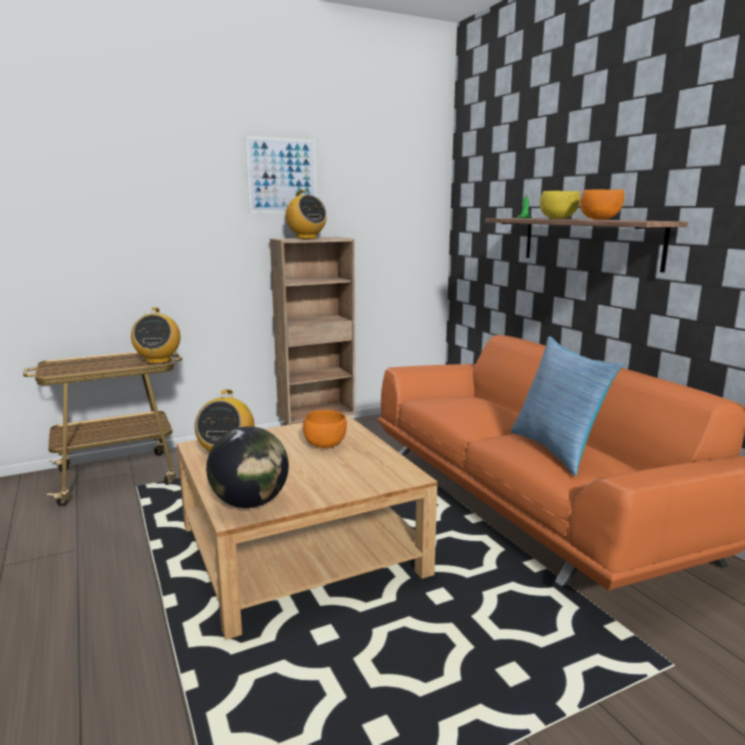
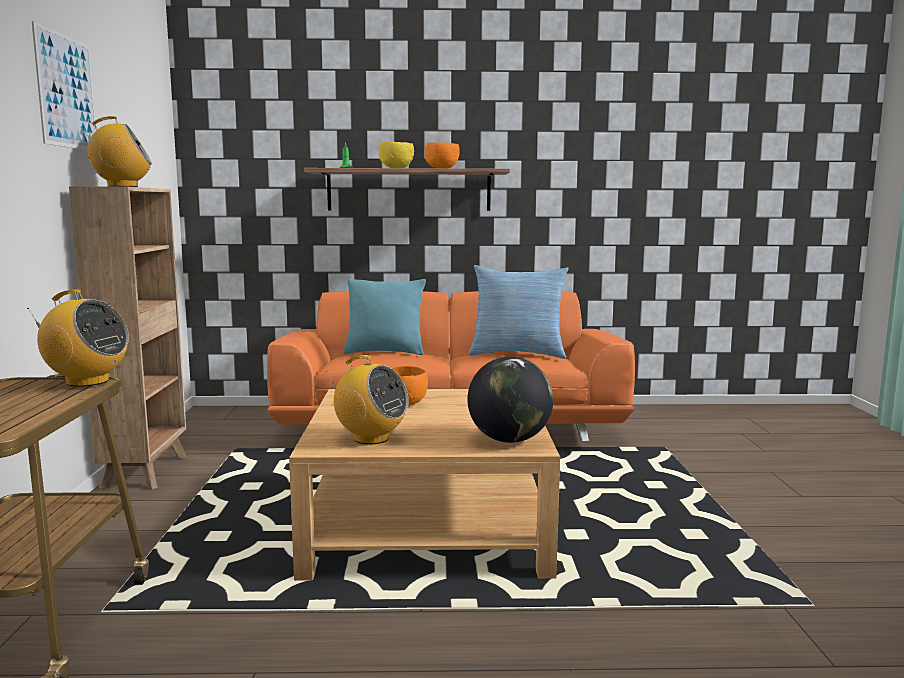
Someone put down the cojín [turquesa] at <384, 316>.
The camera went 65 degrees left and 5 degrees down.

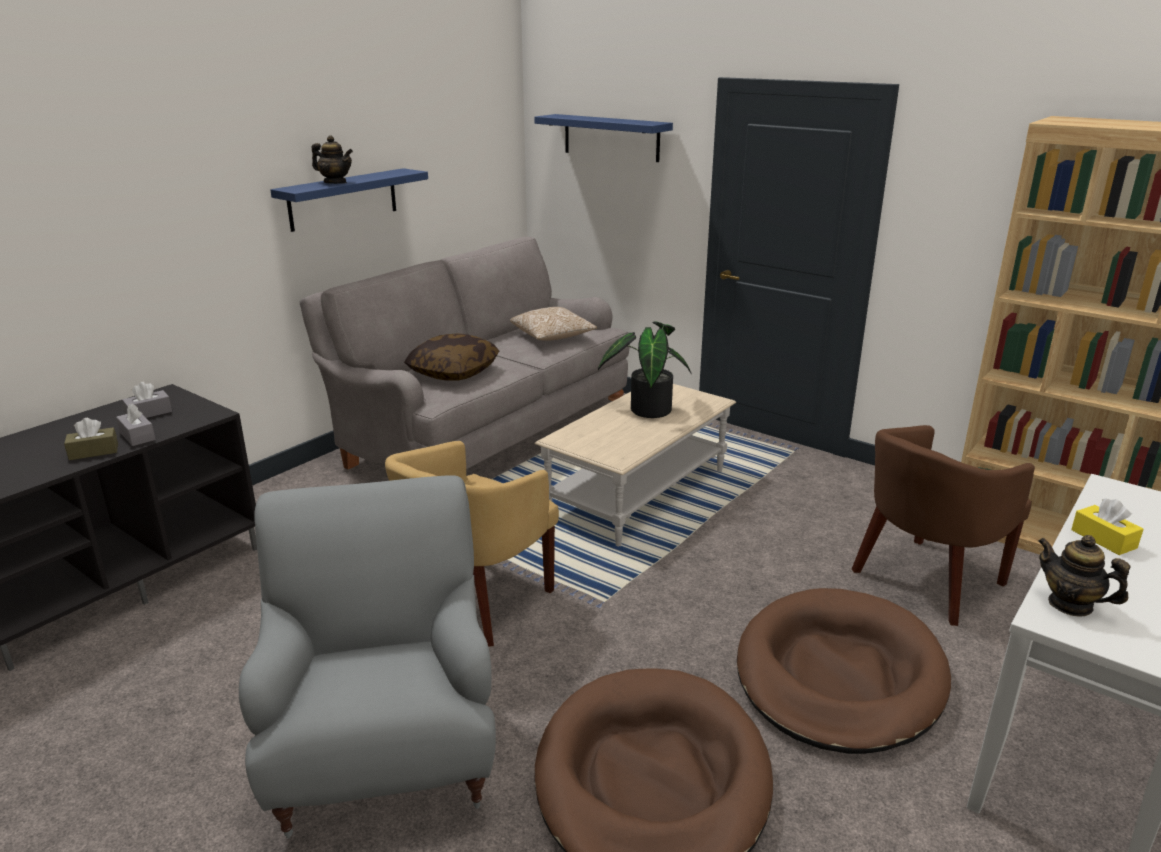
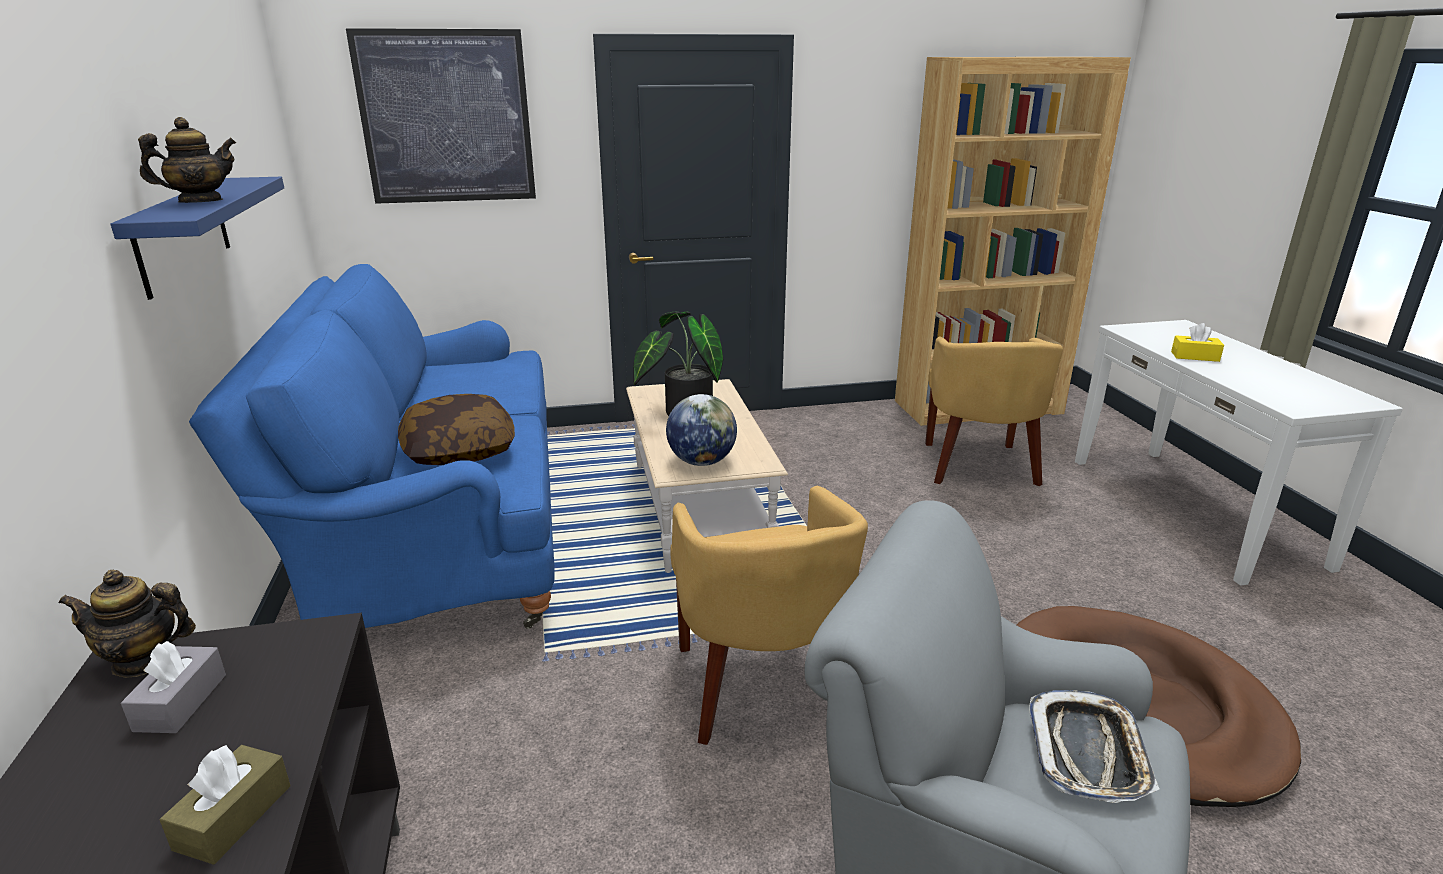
Someone swapped the estante [azul] at <603, 138> for the cuadro at <441, 116>.
Someone repainted the sofá [gris] at <465, 353>, which became the sofá [azul] at <372, 446>.
Someone took away the cojín at <553, 324>.
Someone took away the caja de pañuelos [gris] at <136, 425>.
Someone repainted the sillón [marrón] at <943, 525>, which became the sillón [amarillo] at <994, 411>.
Someone carried the tetera from <1084, 576> to <127, 624>.
Someone took away the cama para perro [marrón] at <844, 671>.
Someone put down the globo terráqueo at <701, 430>.
Someone put down the bandeja at <1094, 746>.
The camera went 50 degrees left and 0 degrees up.

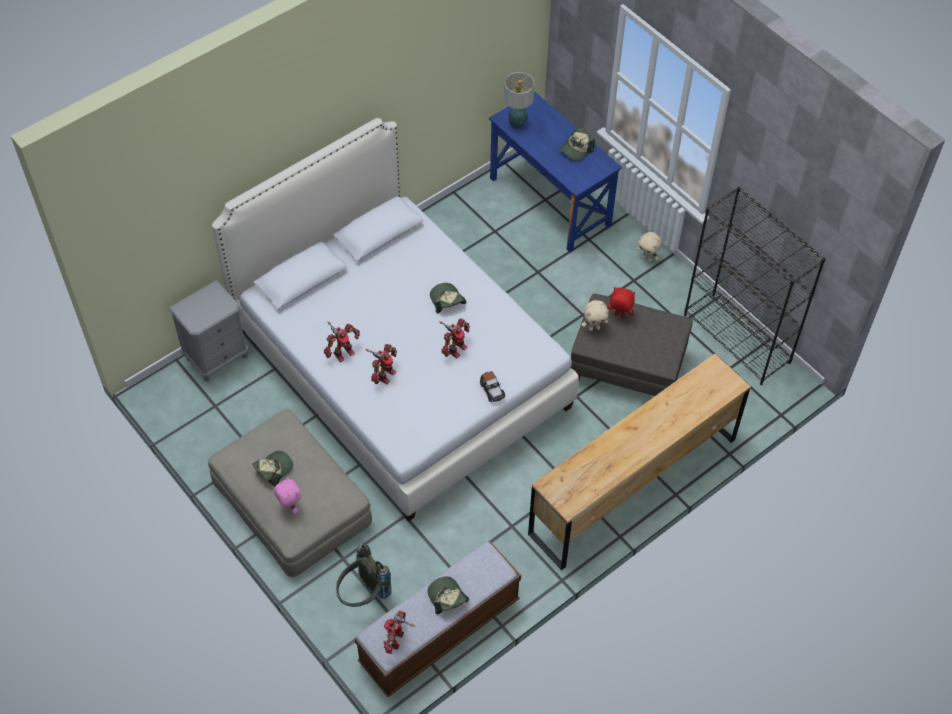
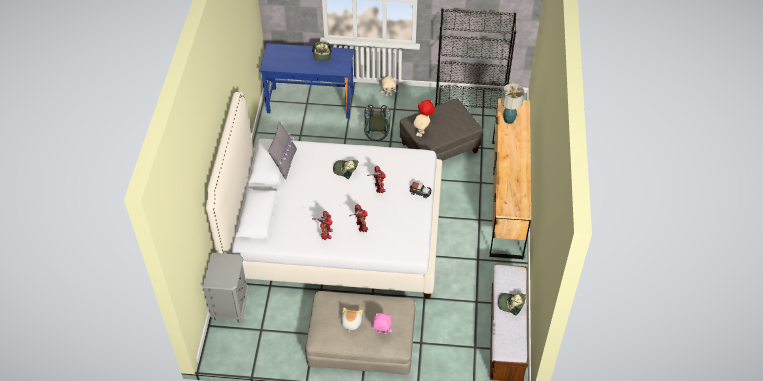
Someone carried the lámpara de mesa from <519, 100> to <512, 104>.
Someone swapped the gorra at <272, 468> for the peluche at <352, 319>.
Someone carried the mochila [gris] from <364, 575> to <377, 122>.
Someone took away the robot de juguete at <399, 632>.
Someone put down the cojín [gris] at <282, 150>.
The camera went 45 degrees left and 5 degrees down.

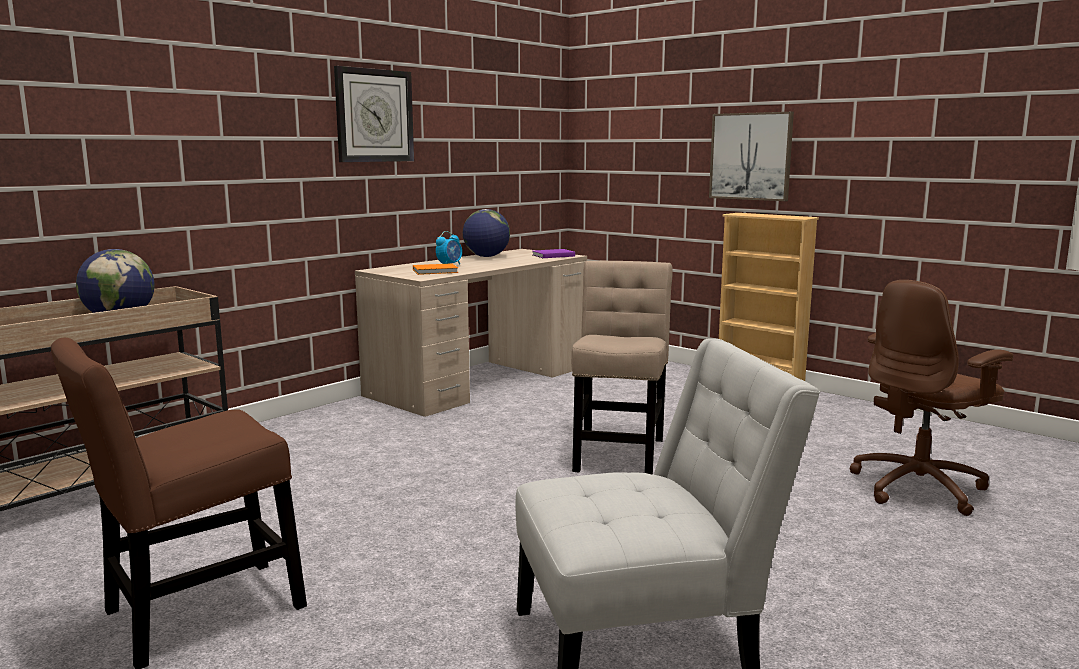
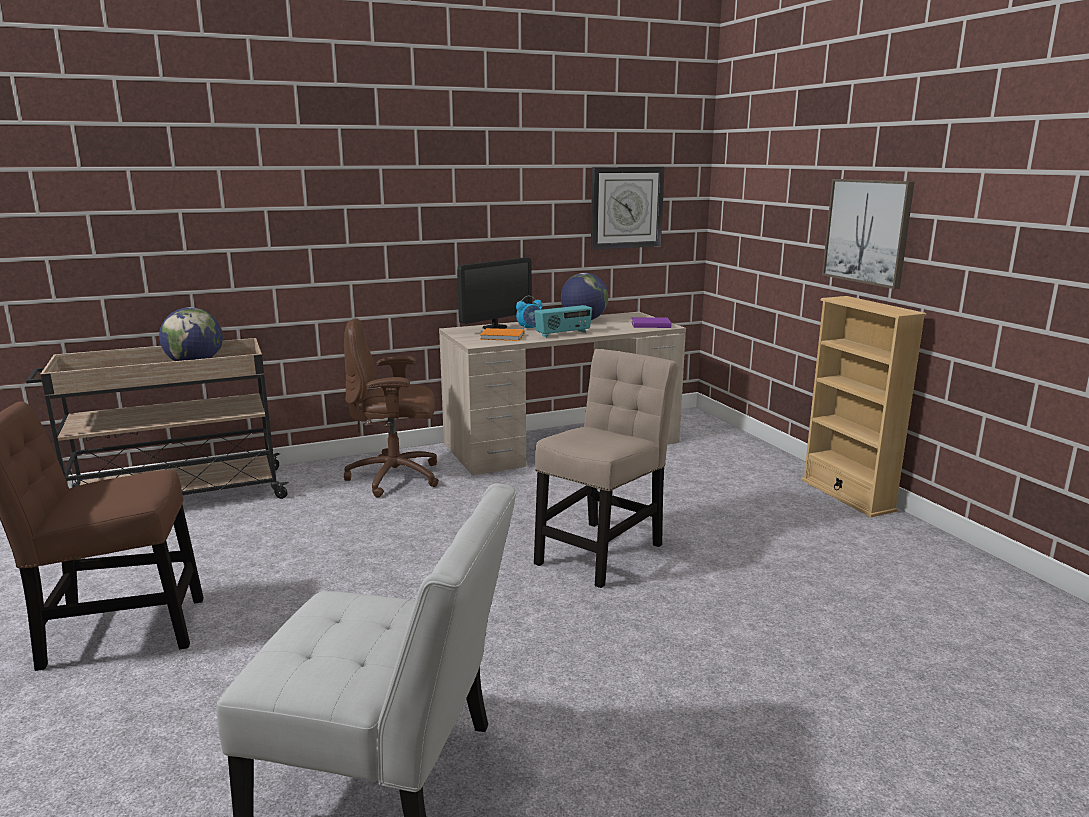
Someone carried the reloj de pared from <374, 114> to <628, 208>.
Someone carried the silla de oficina [marrón] from <931, 398> to <391, 408>.
Someone put down the monitor at <494, 293>.
Someone put down the radio at <563, 321>.
The camera went 25 degrees right and 5 degrees up.

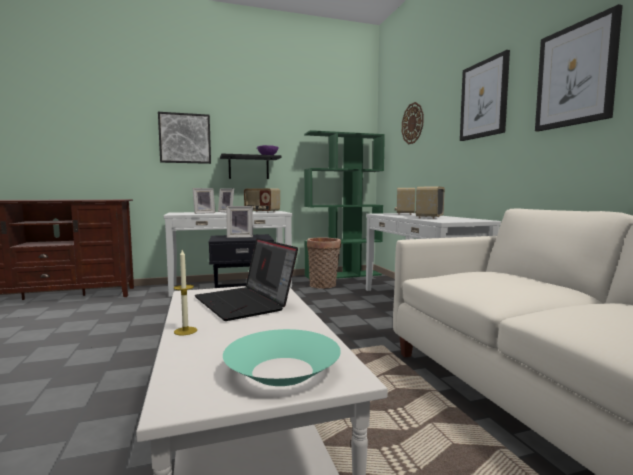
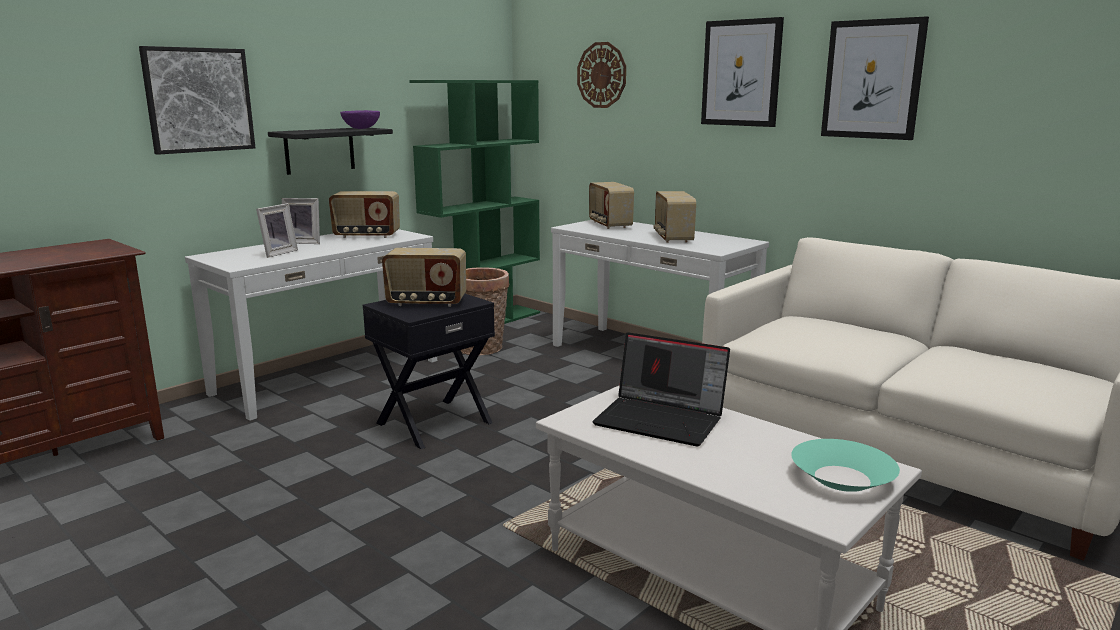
Someone swapped the portarretratos at <239, 222> for the radio at <424, 277>.
Someone took away the vela at <185, 292>.
The camera went 30 degrees left and 10 degrees up.

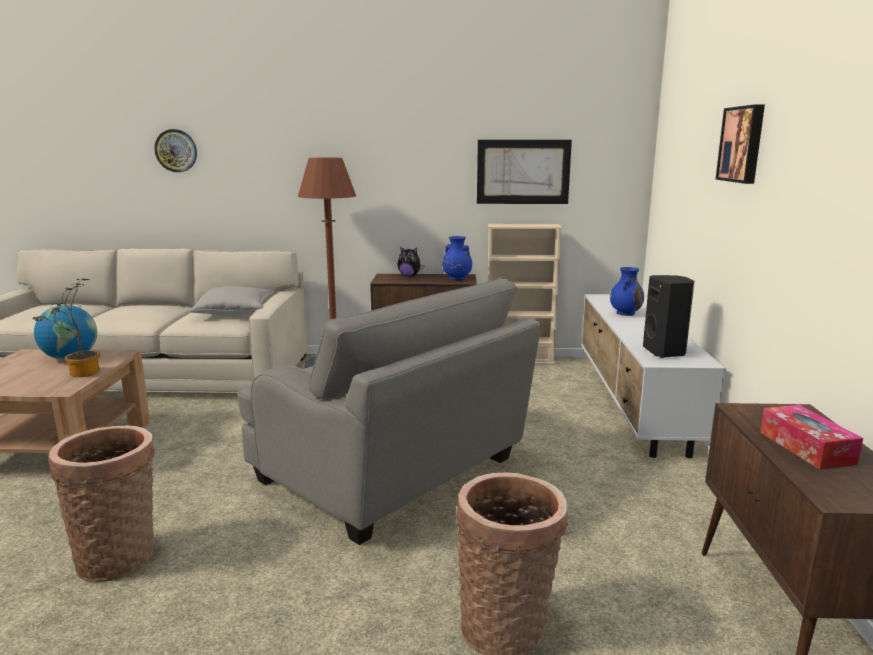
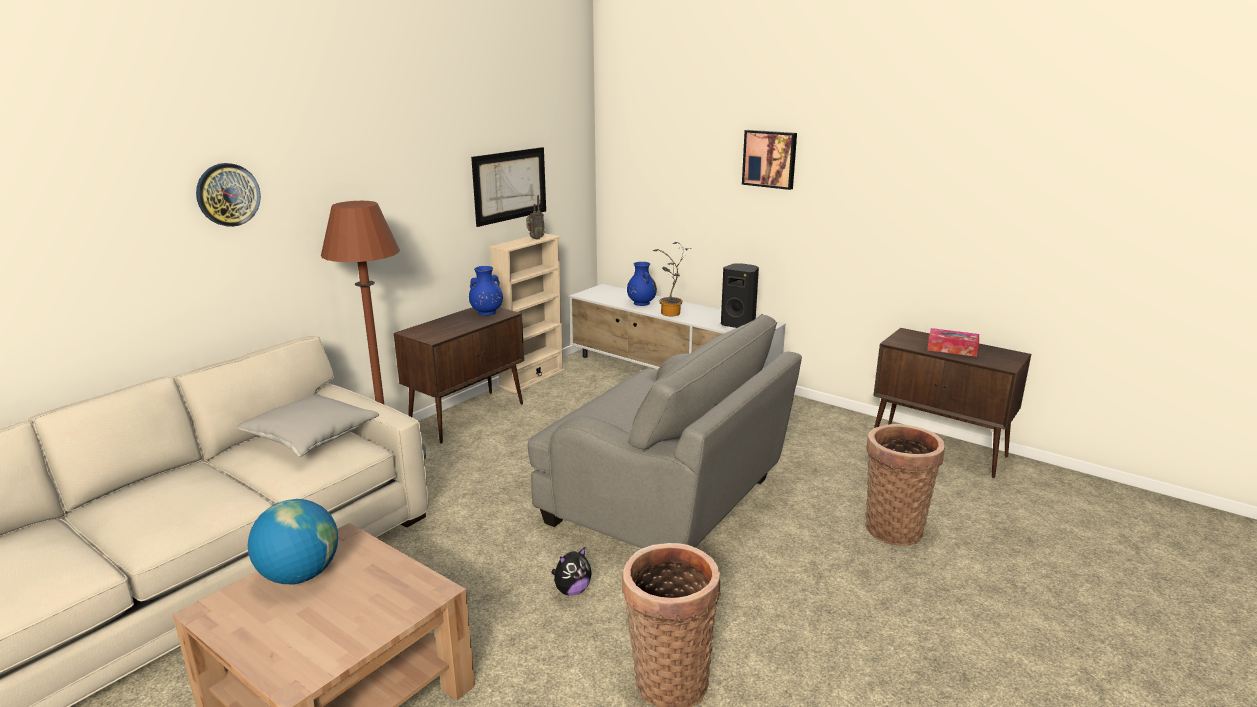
Someone carried the reloj de pared from <175, 150> to <228, 195>.
Someone carried the peluche from <411, 261> to <571, 571>.
Someone carried the planta en maceta from <66, 327> to <671, 279>.
Someone rotated the sillón [gris] at <389, 411> by 45 degrees clockwise.
Someone put down the radio at <535, 217>.
The camera went 55 degrees left and 5 degrees up.

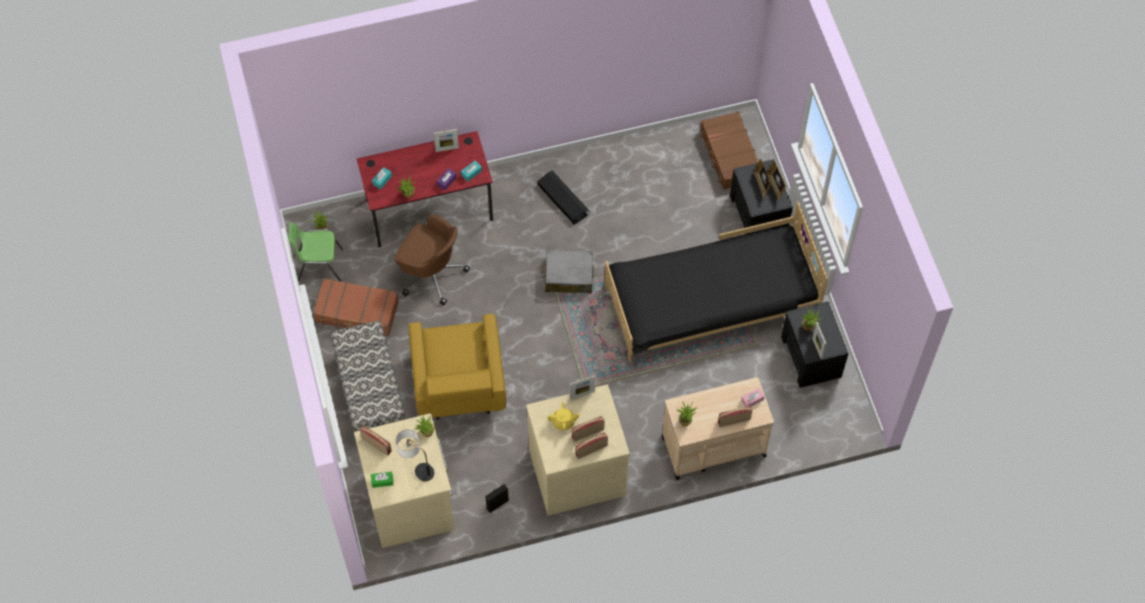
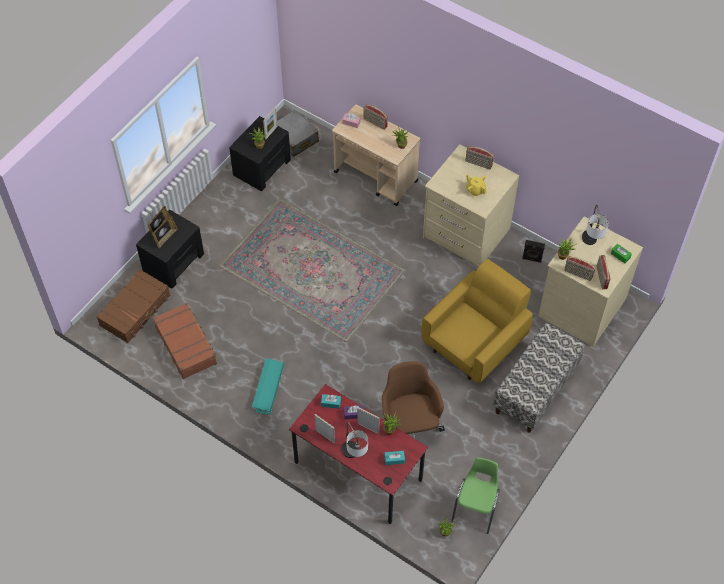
Someone repainted the caja de almacenaje [negro] at <563, 197>, which became the caja de almacenaje [turquesa] at <268, 387>.
Someone took away the cama [negro] at <716, 282>.
Someone rotated the silla [verde] at <316, 252> by 120 degrees counterclockwise.
Someone carried the maleta [gris] from <568, 271> to <298, 133>.
Someone carried the maleta [marrón] from <356, 307> to <185, 341>.
Someone carried the portarretratos from <582, 387> to <368, 420>.
Someone carried the radio from <588, 429> to <580, 268>.
Someone put down the lámpara de mesa at <355, 439>.
The camera went 130 degrees left and 5 degrees down.

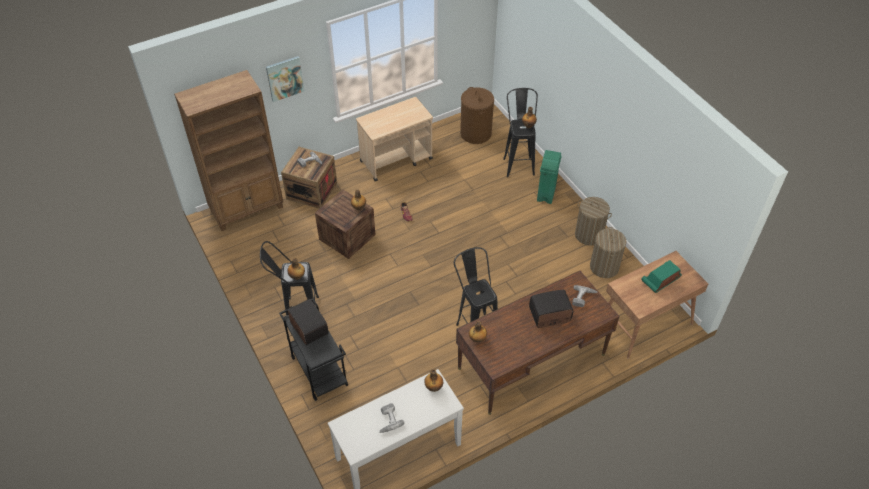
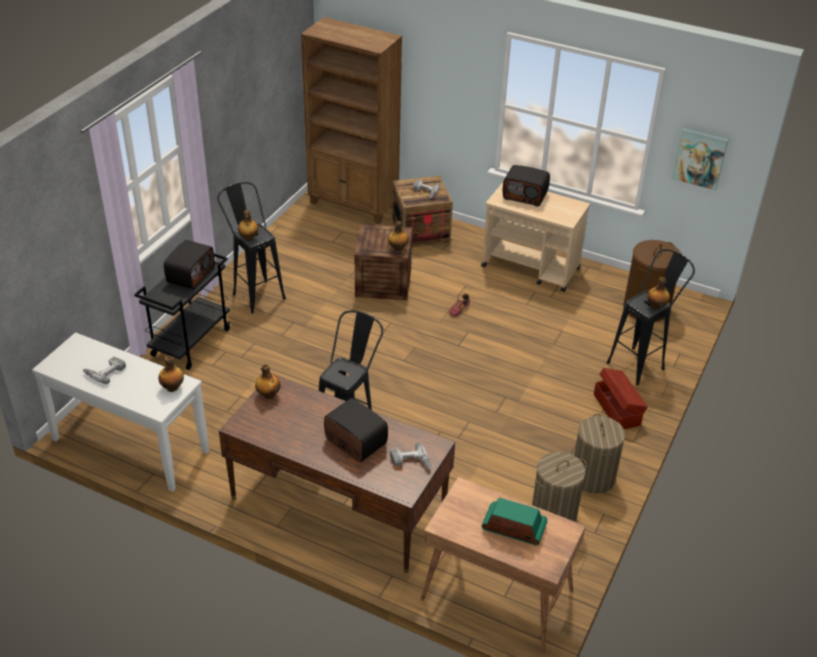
Someone carried the cuadro from <285, 79> to <700, 159>.
Someone swapped the papelera [verde] at <549, 177> for the caja de almacenaje [marrón] at <621, 398>.
Someone put down the radio at <526, 186>.
The camera went 55 degrees right and 10 degrees down.

